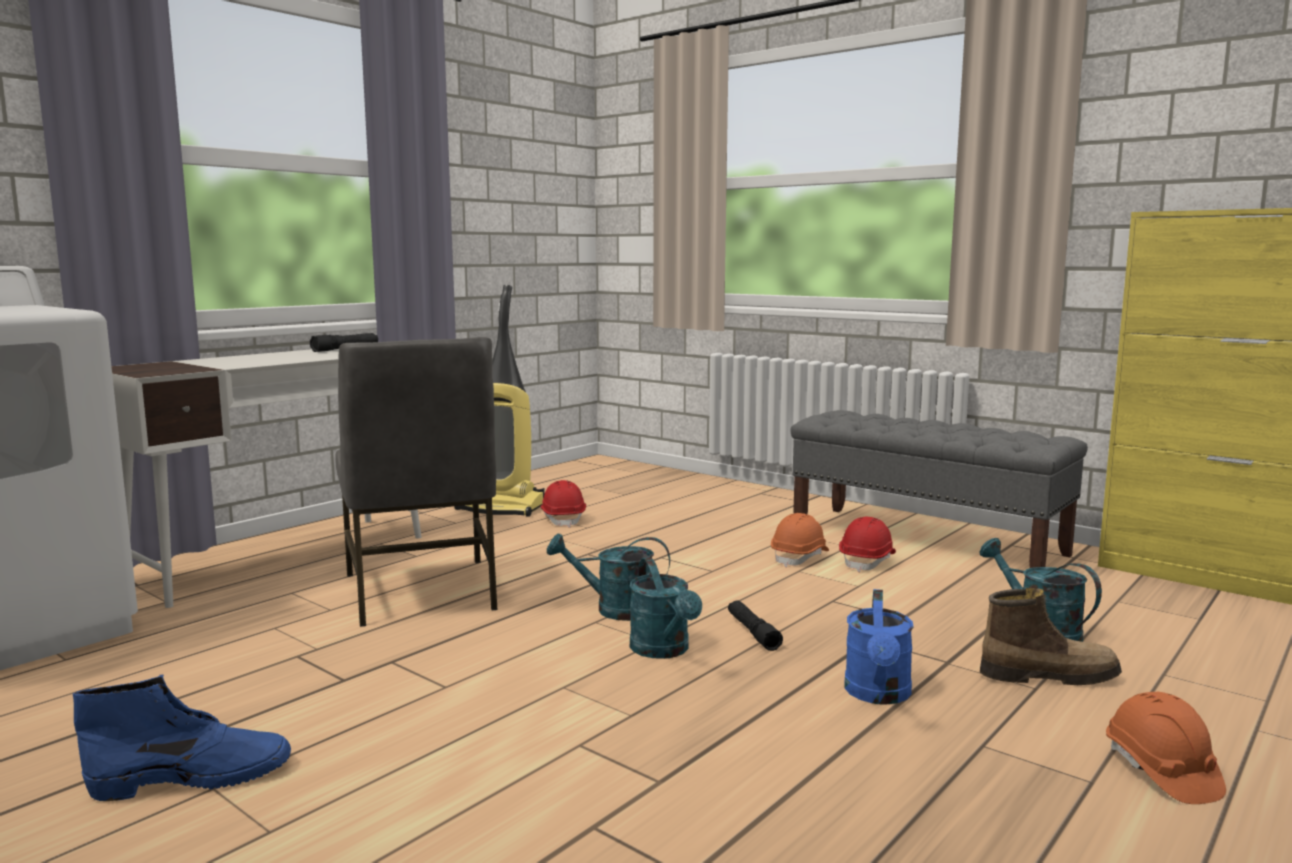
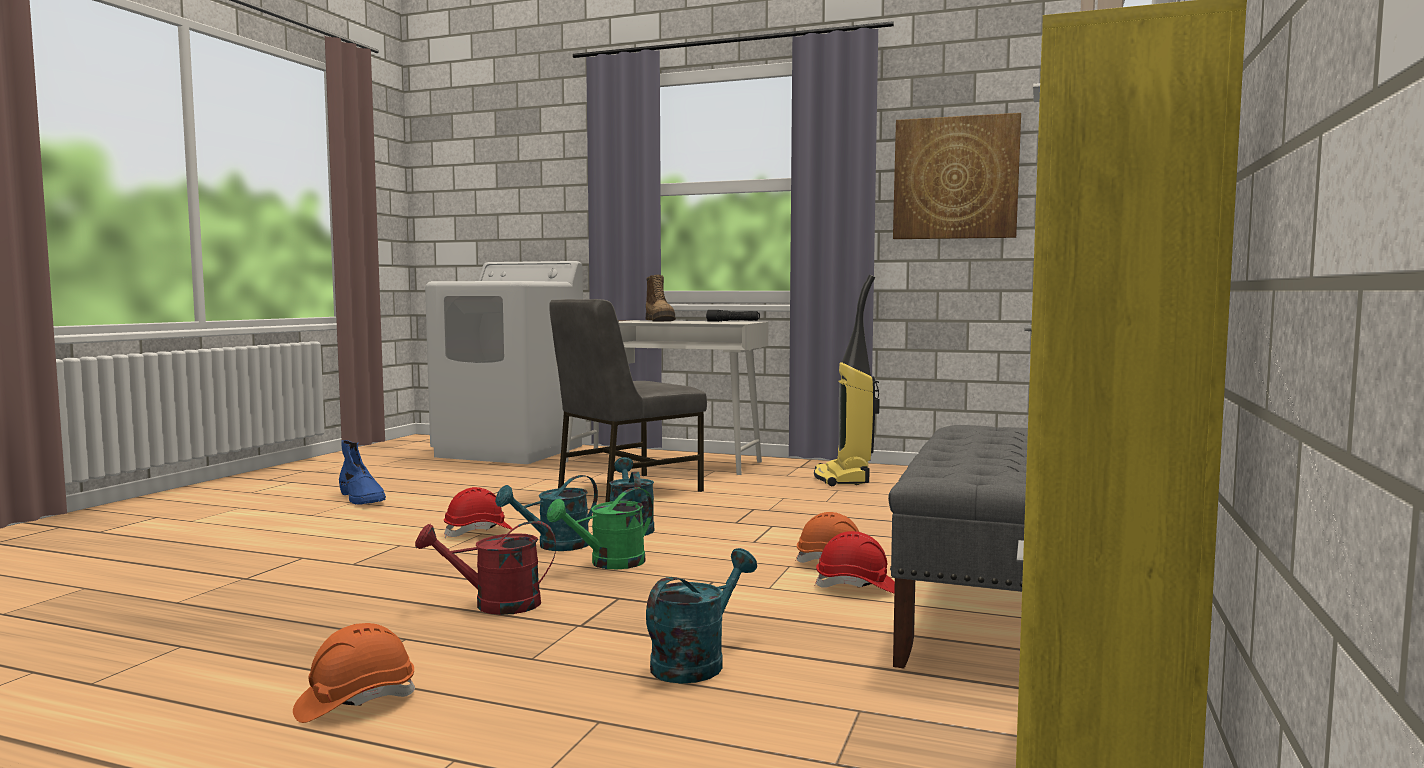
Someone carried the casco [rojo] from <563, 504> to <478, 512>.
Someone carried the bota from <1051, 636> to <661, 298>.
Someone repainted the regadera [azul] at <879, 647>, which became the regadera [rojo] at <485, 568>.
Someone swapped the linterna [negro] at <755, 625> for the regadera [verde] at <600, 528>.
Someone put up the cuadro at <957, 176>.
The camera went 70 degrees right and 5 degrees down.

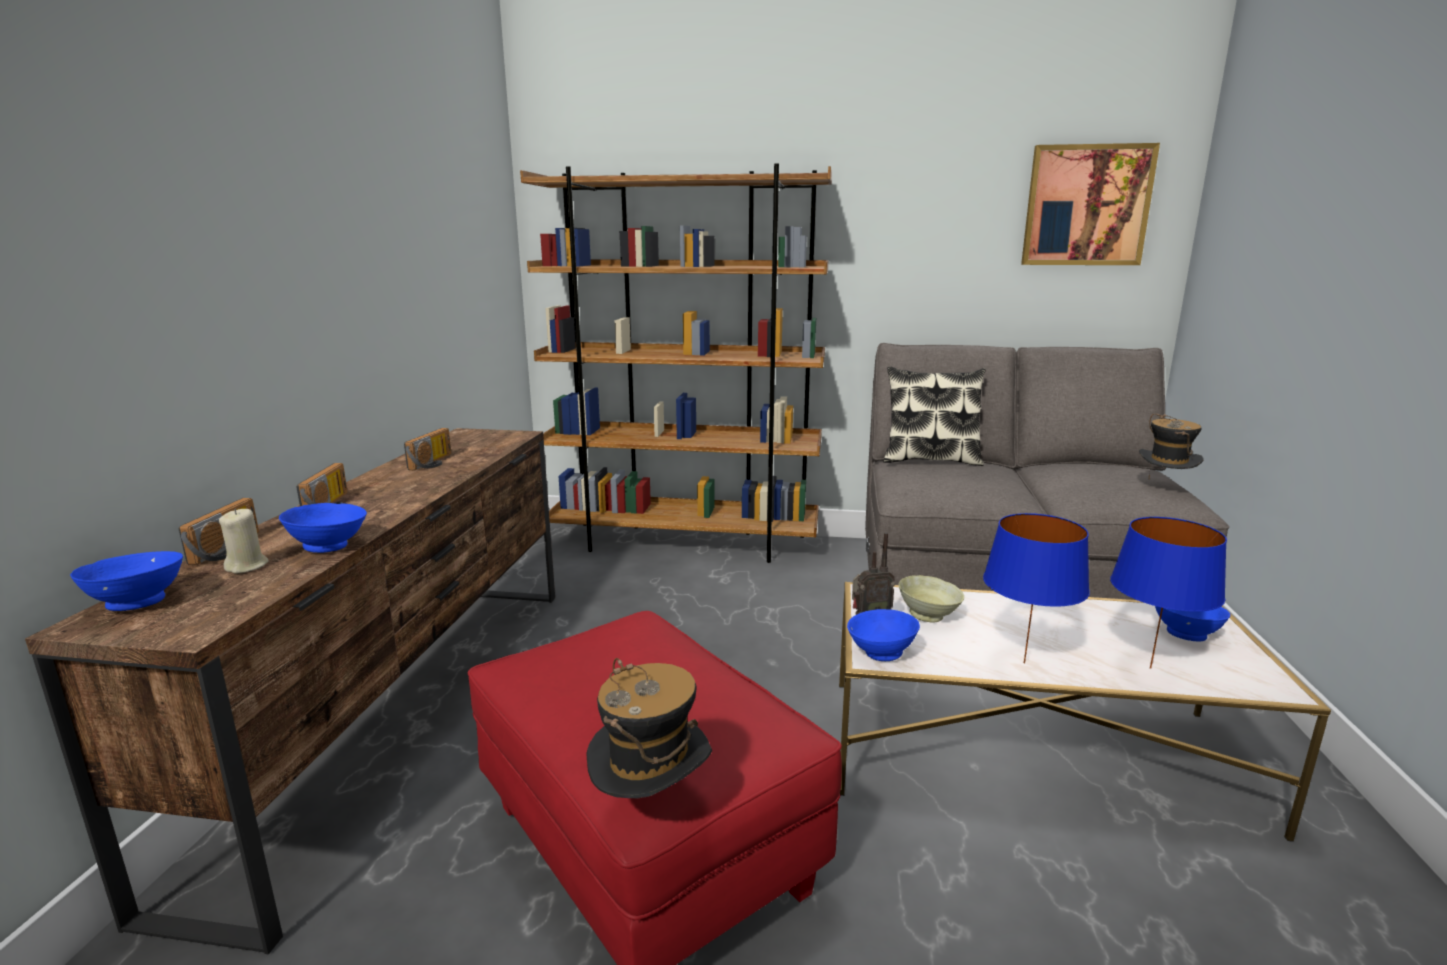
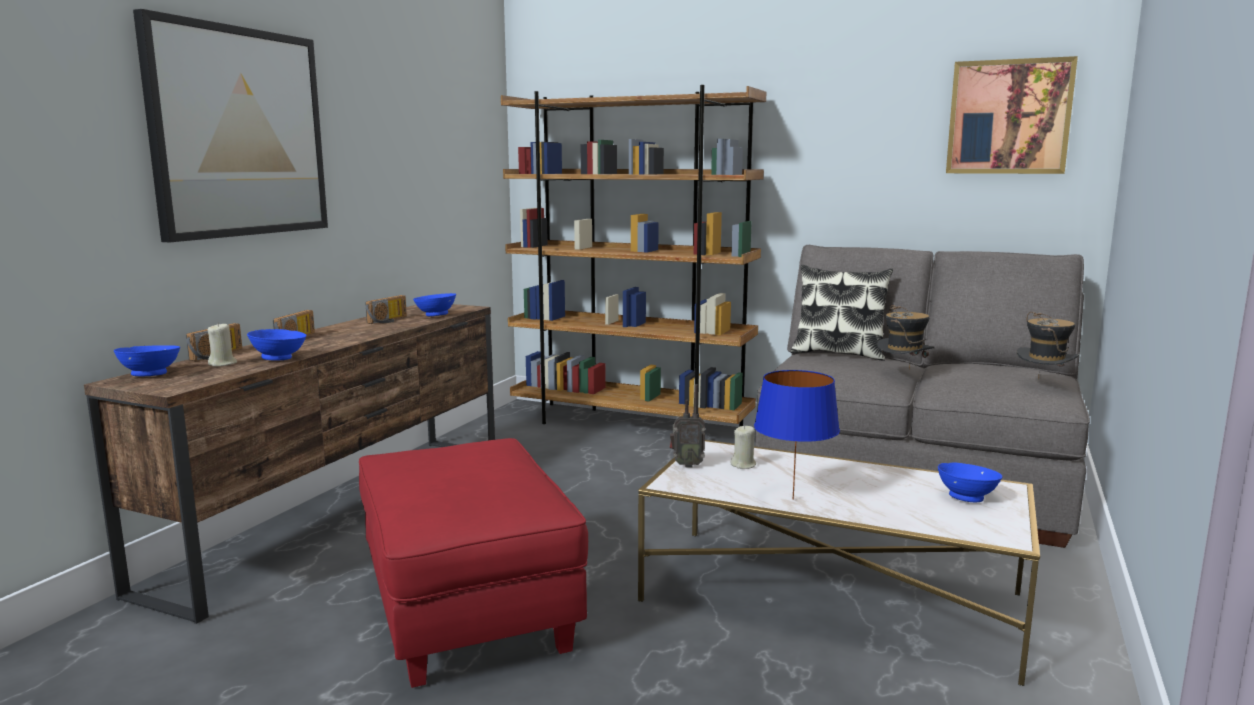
Someone took away the lámpara de mesa [azul] at <1168, 593>.
Someone swapped the cuenco [beis] at <931, 598> for the vela [beis] at <743, 447>.
Someone carried the cuenco [azul] from <883, 635> to <434, 304>.
Someone carried the sombrero from <649, 728> to <905, 337>.
Someone put up the cuadro at <230, 125>.
The camera went 15 degrees right and 5 degrees down.

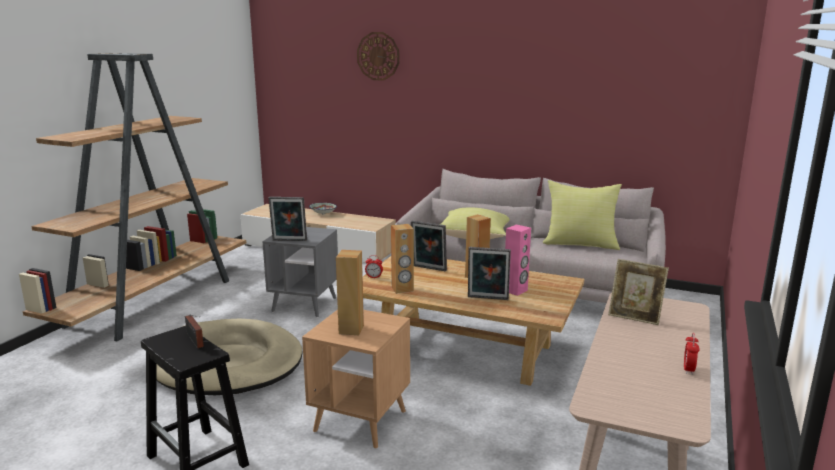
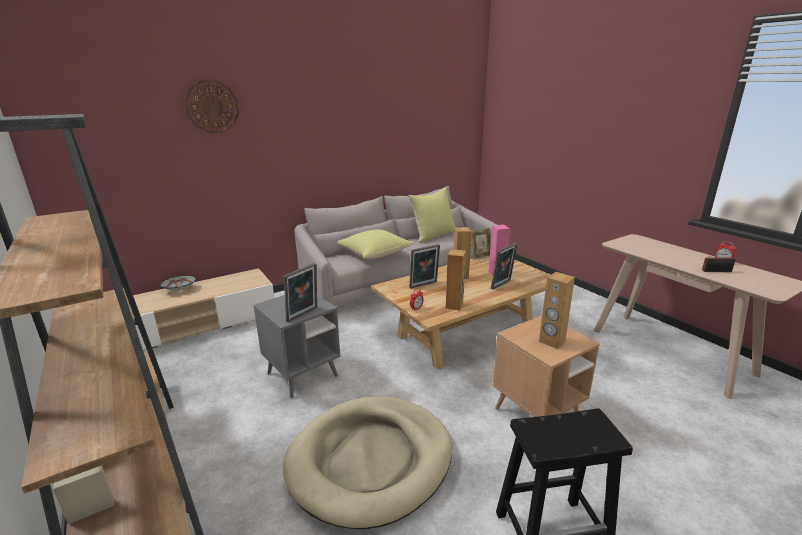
Someone carried the portarretratos from <638, 292> to <481, 244>.
Someone carried the radio from <194, 331> to <721, 260>.
The camera went 55 degrees left and 5 degrees up.

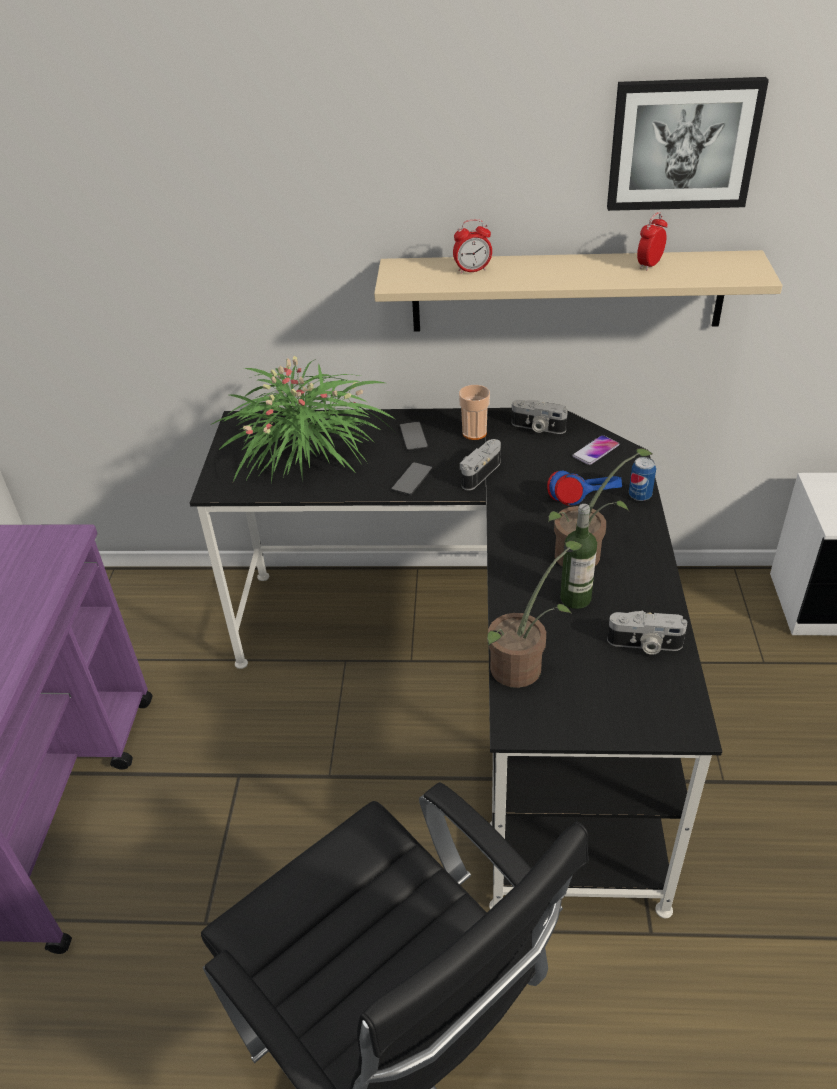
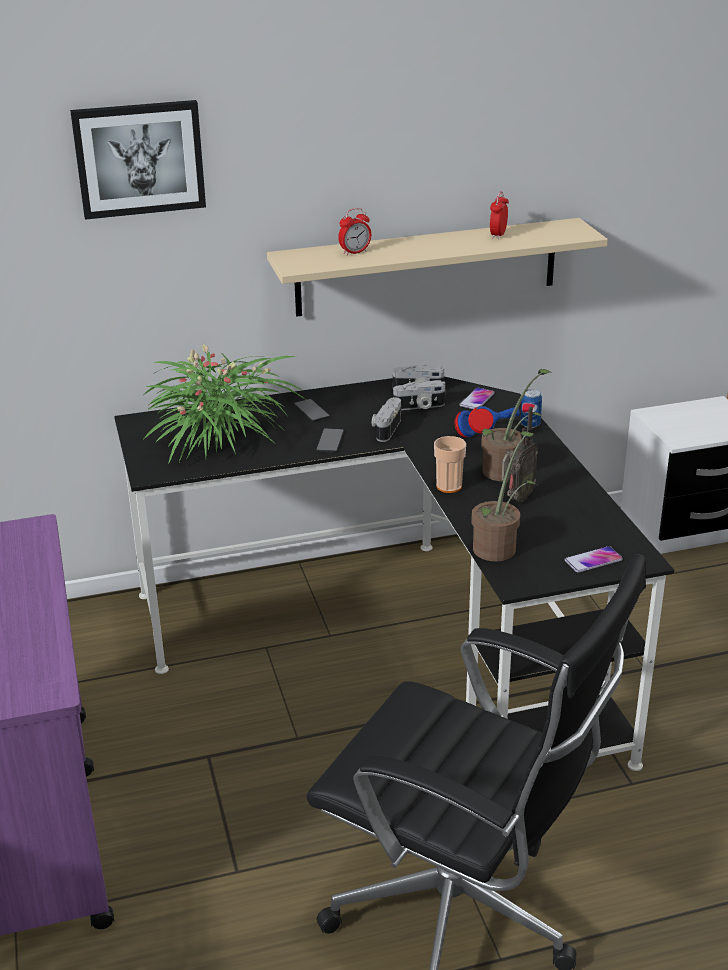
Someone carried the cuadro from <688, 144> to <138, 160>.
Someone carried the taza from <474, 412> to <450, 464>.
Someone swapped the botella at <578, 556> for the radio at <519, 454>.
Someone carried the cámara from <647, 633> to <419, 395>.
Someone put down the móvil at <593, 559>.
The camera went 20 degrees left and 10 degrees down.

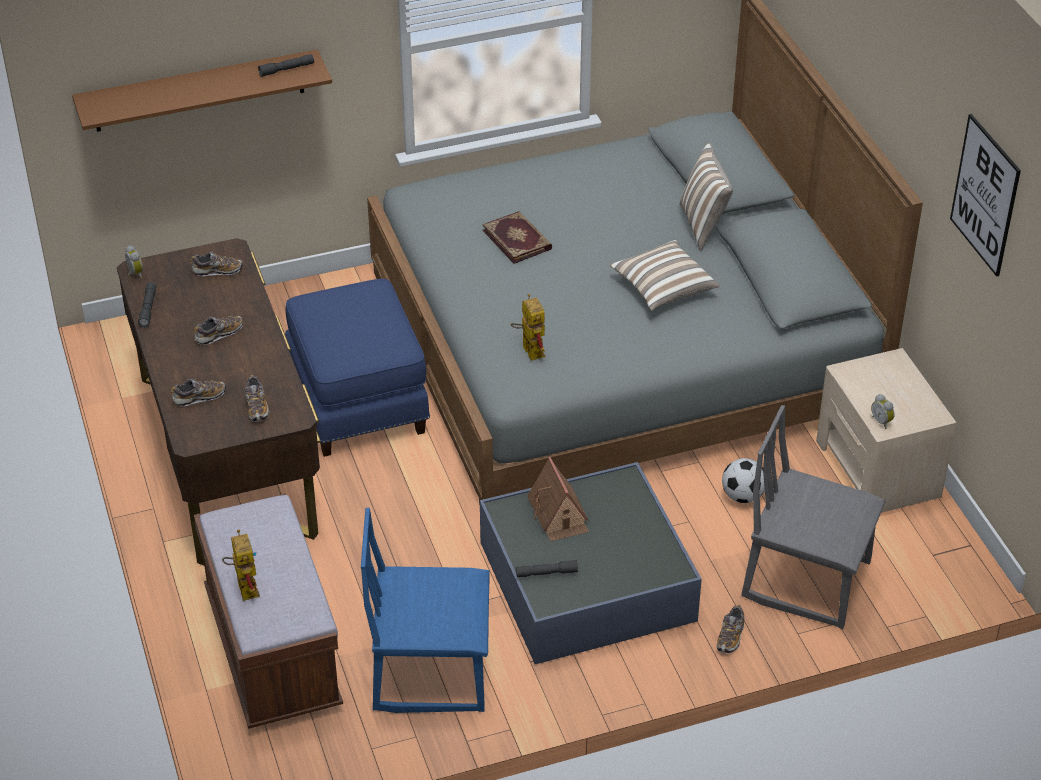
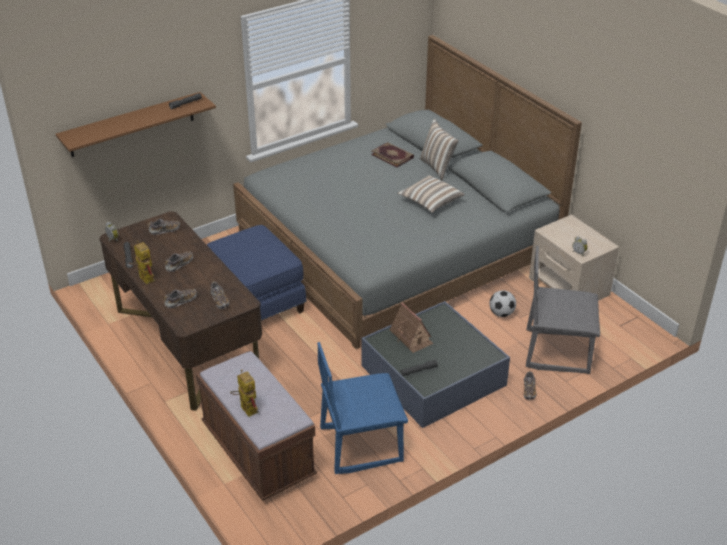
Someone took away the cuadro at <985, 195>.
Someone carried the libro from <517, 237> to <392, 155>.
Someone carried the robot de juguete from <527, 327> to <142, 262>.
The camera went 15 degrees left and 5 degrees down.

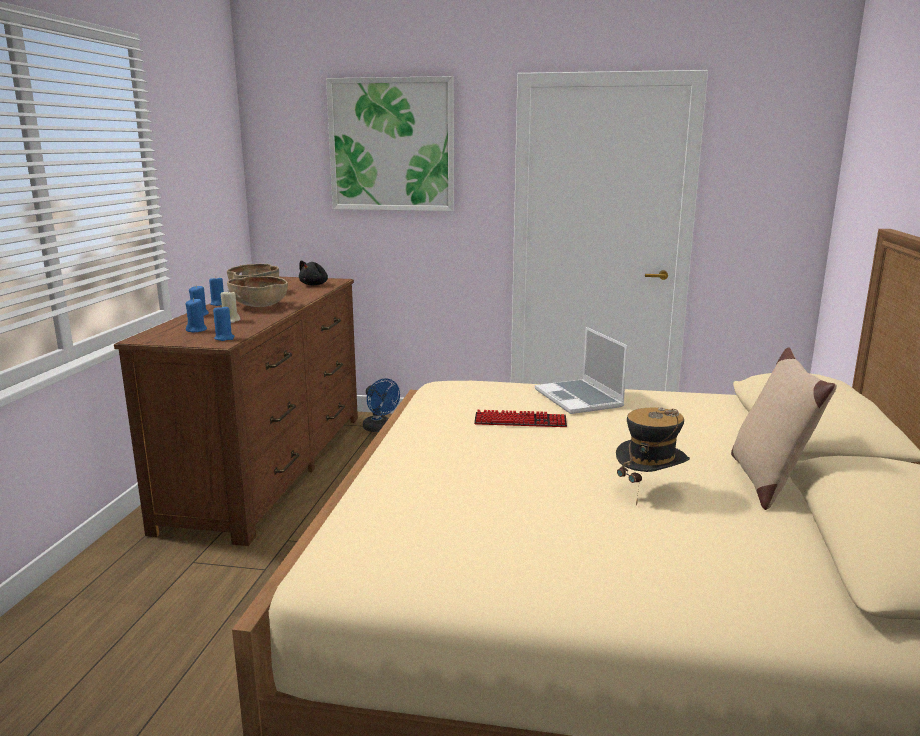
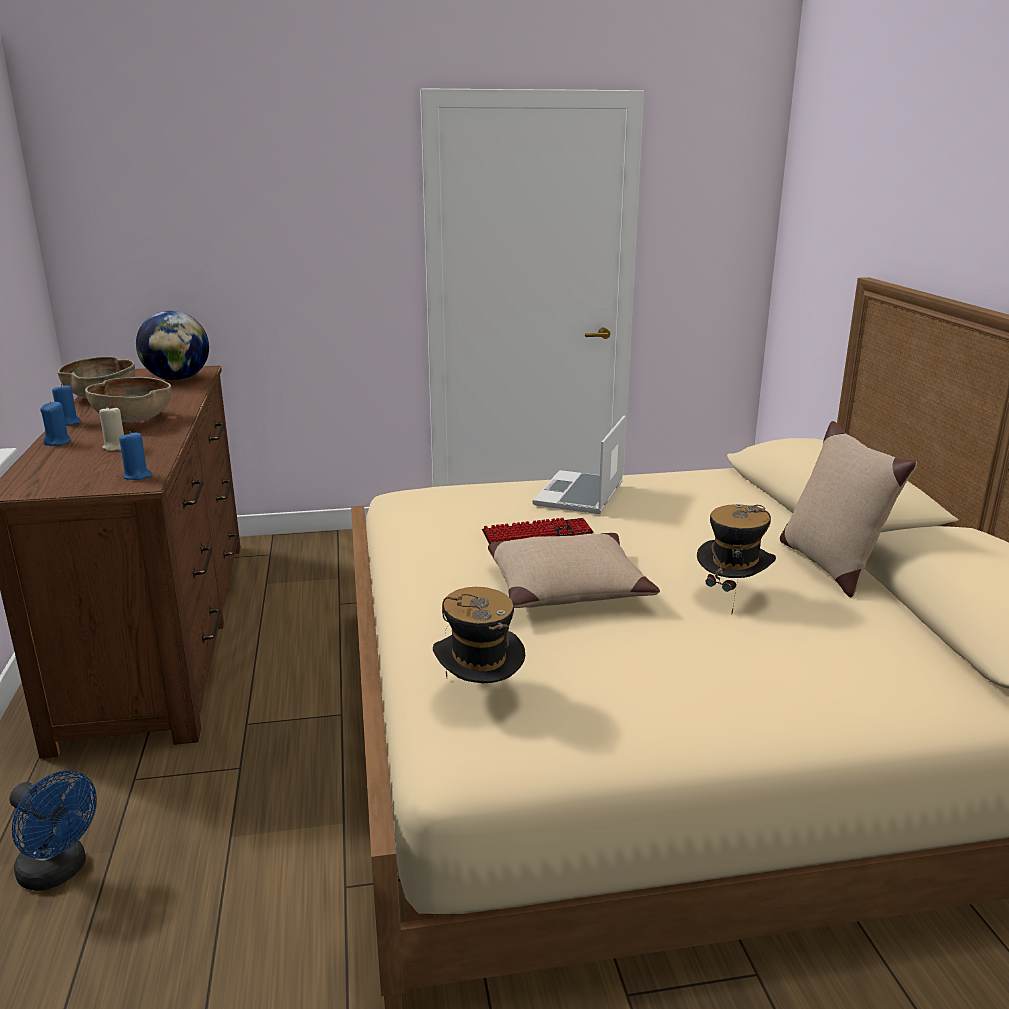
Someone took away the cuadro at <390, 143>.
Someone swapped the peluche [negro] at <313, 272> for the globo terráqueo at <172, 345>.
Someone took away the vela [azul] at <196, 315>.
Someone rotated the portátil at <581, 370> by 60 degrees clockwise.
Someone carried the ventilador [azul] from <381, 405> to <53, 830>.
Someone put down the cojín [beis] at <574, 570>.
Someone put down the sombrero at <479, 635>.
The camera went 20 degrees left and 5 degrees up.

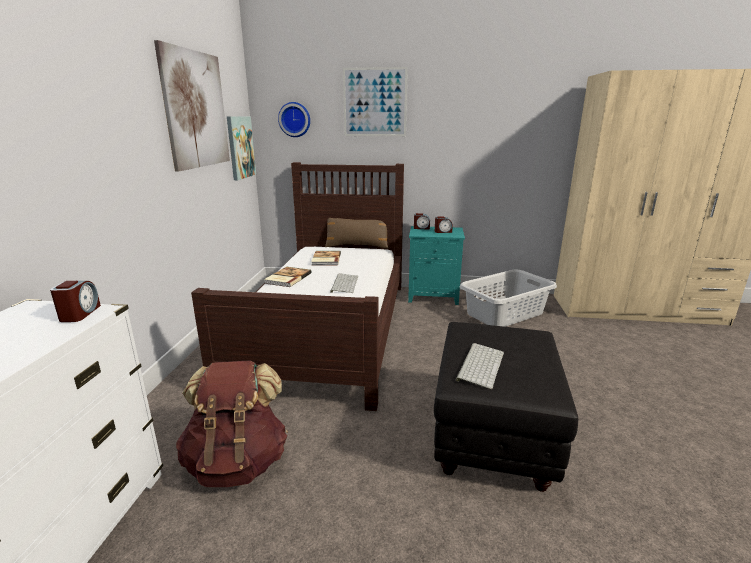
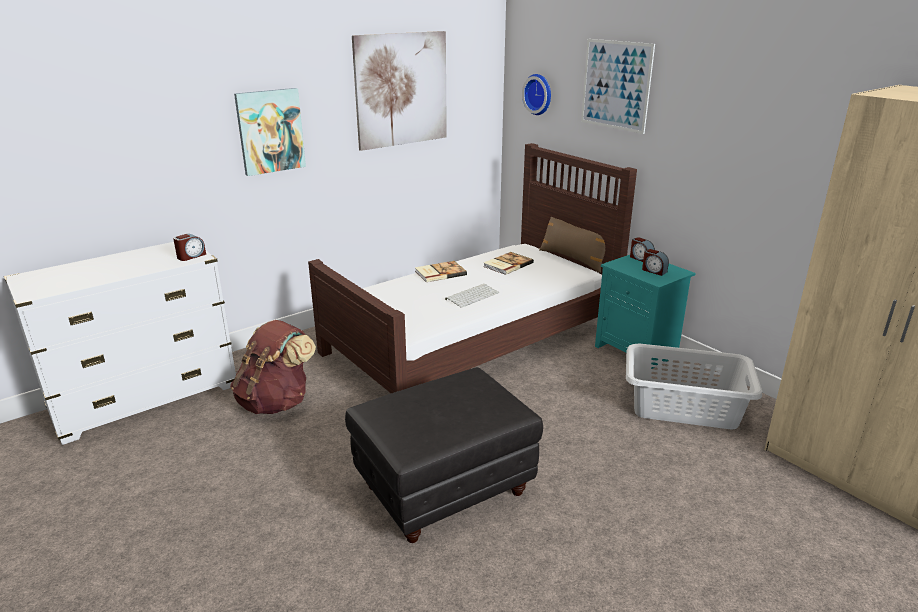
Someone carried the cuadro from <241, 148> to <270, 132>.
Someone took away the teclado at <480, 366>.
The camera went 45 degrees right and 5 degrees up.

